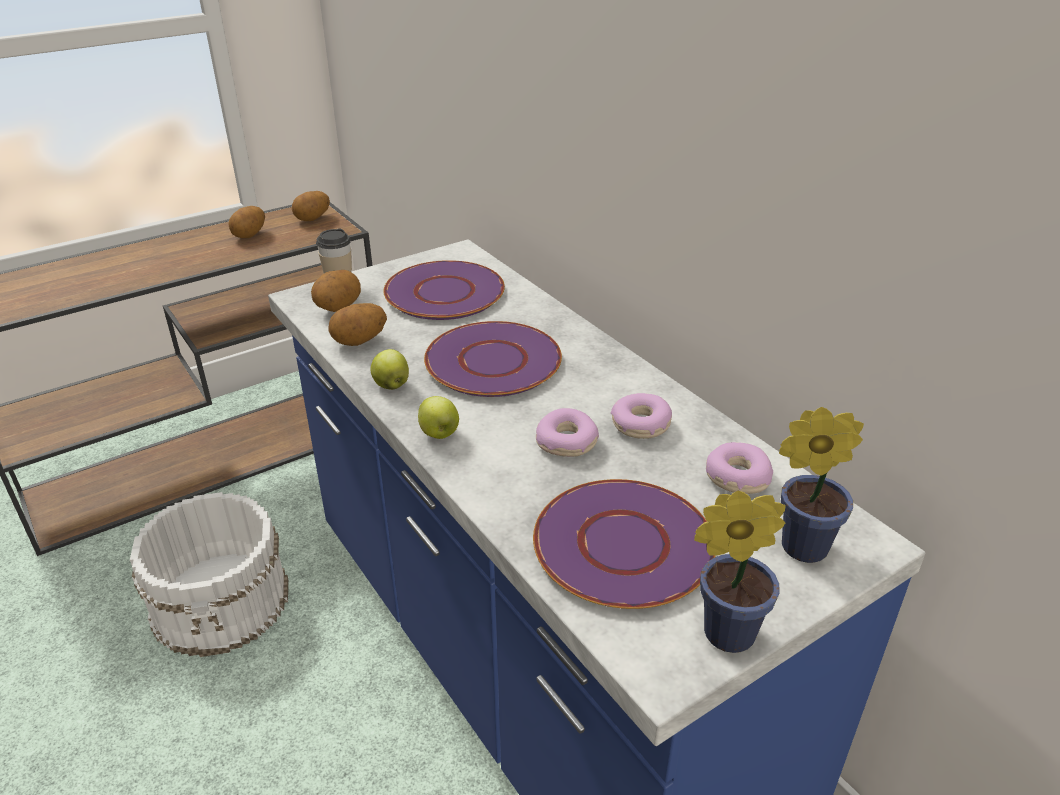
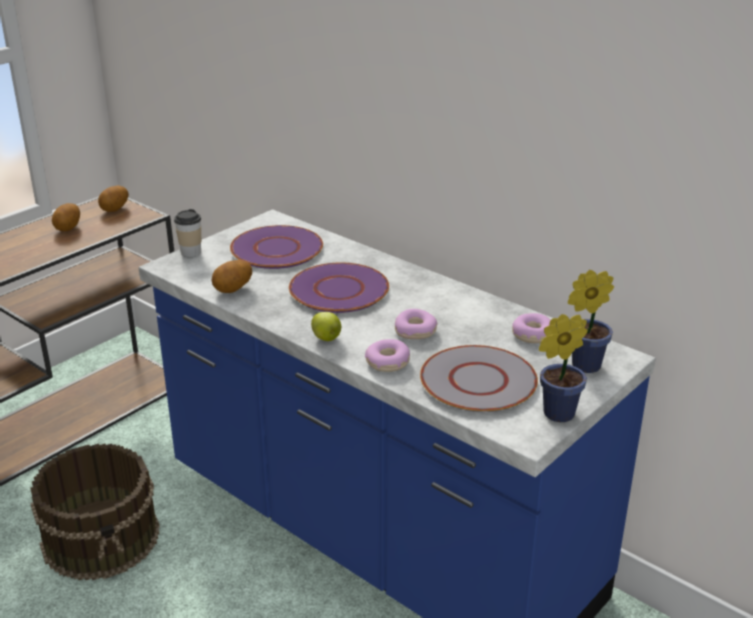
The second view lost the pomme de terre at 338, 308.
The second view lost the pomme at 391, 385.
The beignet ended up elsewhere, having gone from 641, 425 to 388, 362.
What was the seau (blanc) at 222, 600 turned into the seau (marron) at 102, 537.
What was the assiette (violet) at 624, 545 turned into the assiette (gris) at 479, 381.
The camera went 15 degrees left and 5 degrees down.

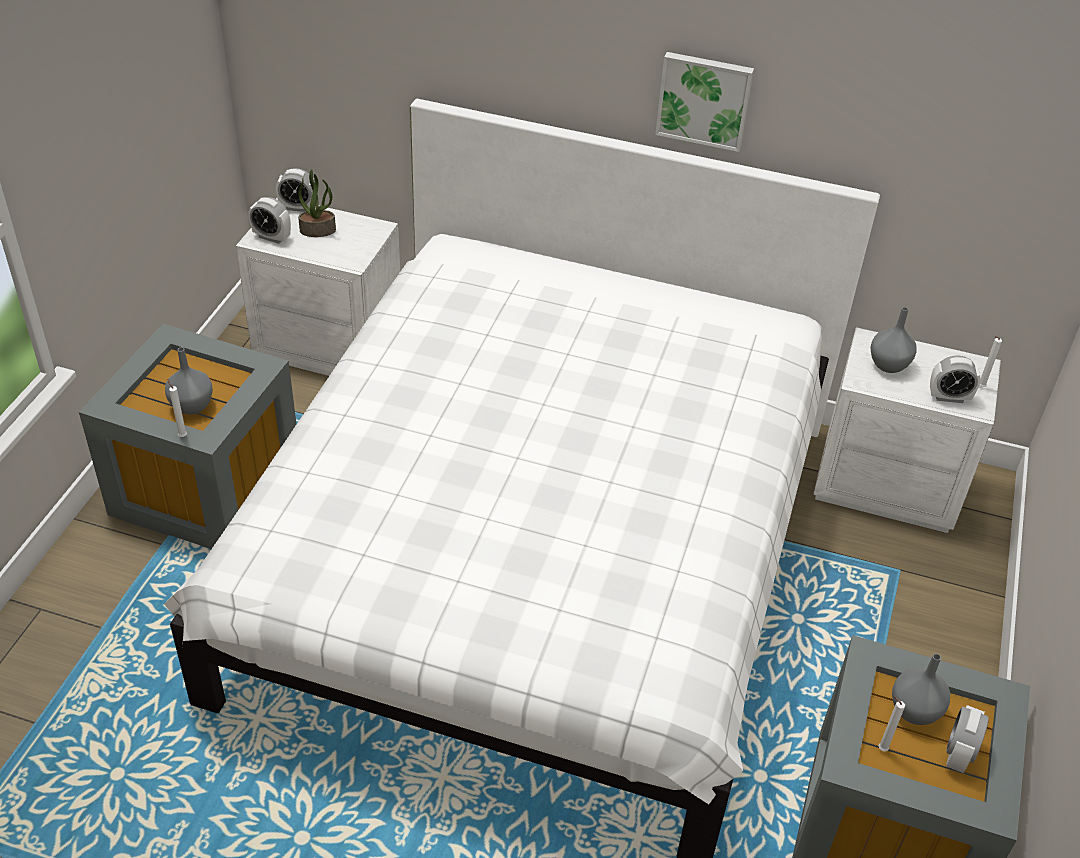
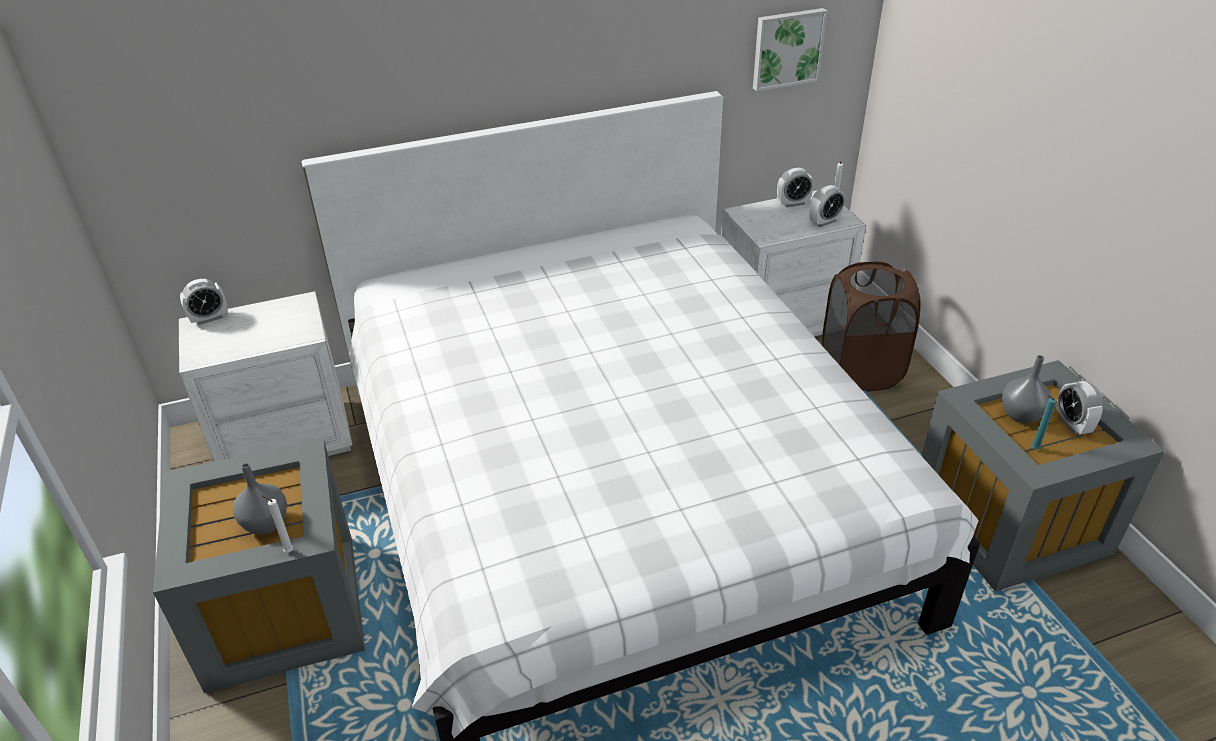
The second view lost the plante en pot at 318, 230.
The second view lost the vase (gris) at 888, 364.
The second view gained the panier à linge (marron) at 860, 371.
The réveil ended up elsewhere, having gone from 272, 237 to 793, 203.
The tableau ended up elsewhere, having gone from 704, 99 to 787, 48.
What was the bougie (blanc) at 881, 748 turned into the bougie (turquoise) at 1033, 449.
The camera went 35 degrees left and 5 degrees down.

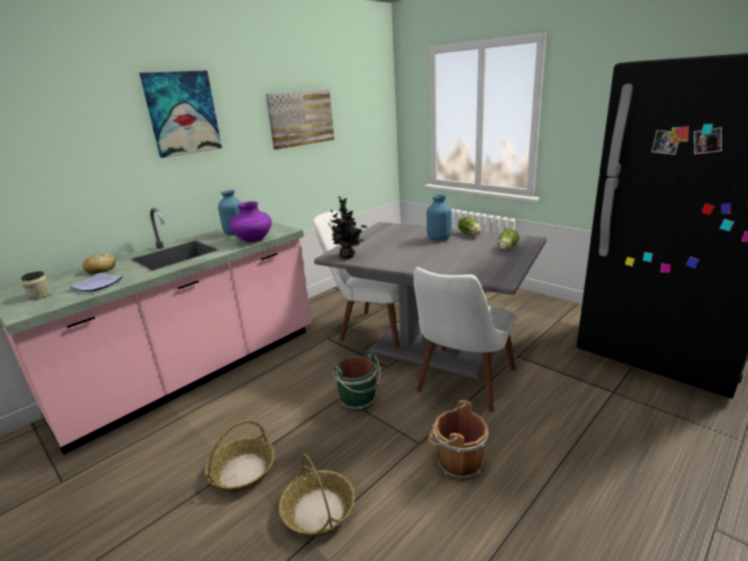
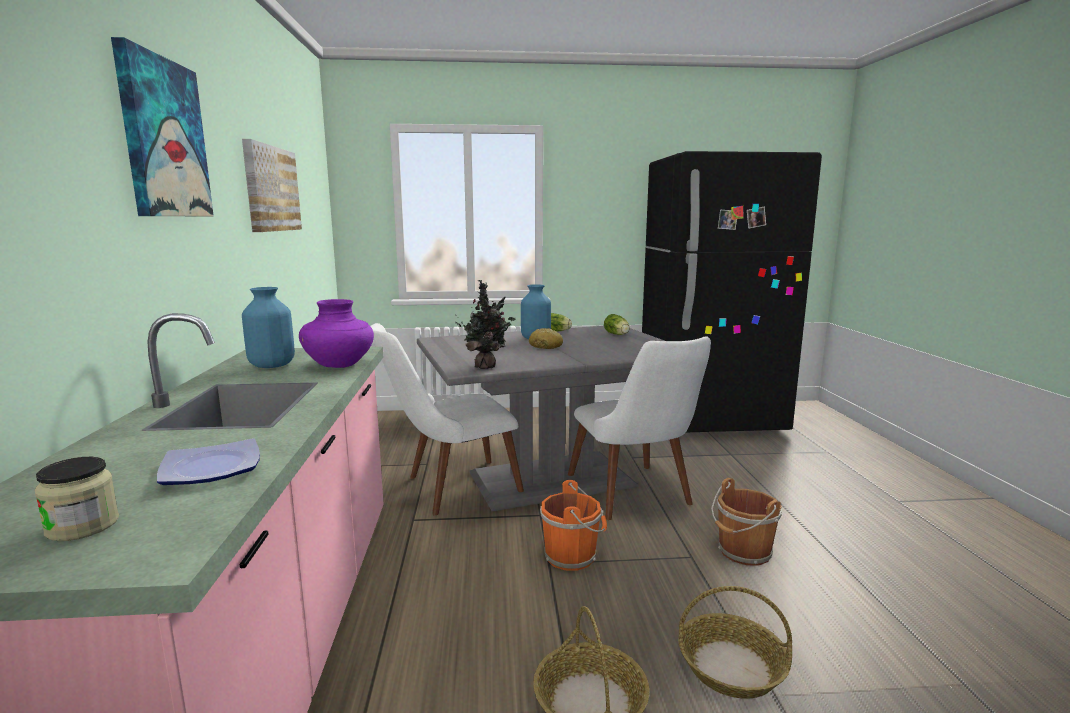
The pain ended up elsewhere, having gone from 101, 269 to 546, 346.
What was the seau (vert) at 359, 400 turned into the seau (orange) at 572, 556.
The camera went 50 degrees left and 10 degrees down.

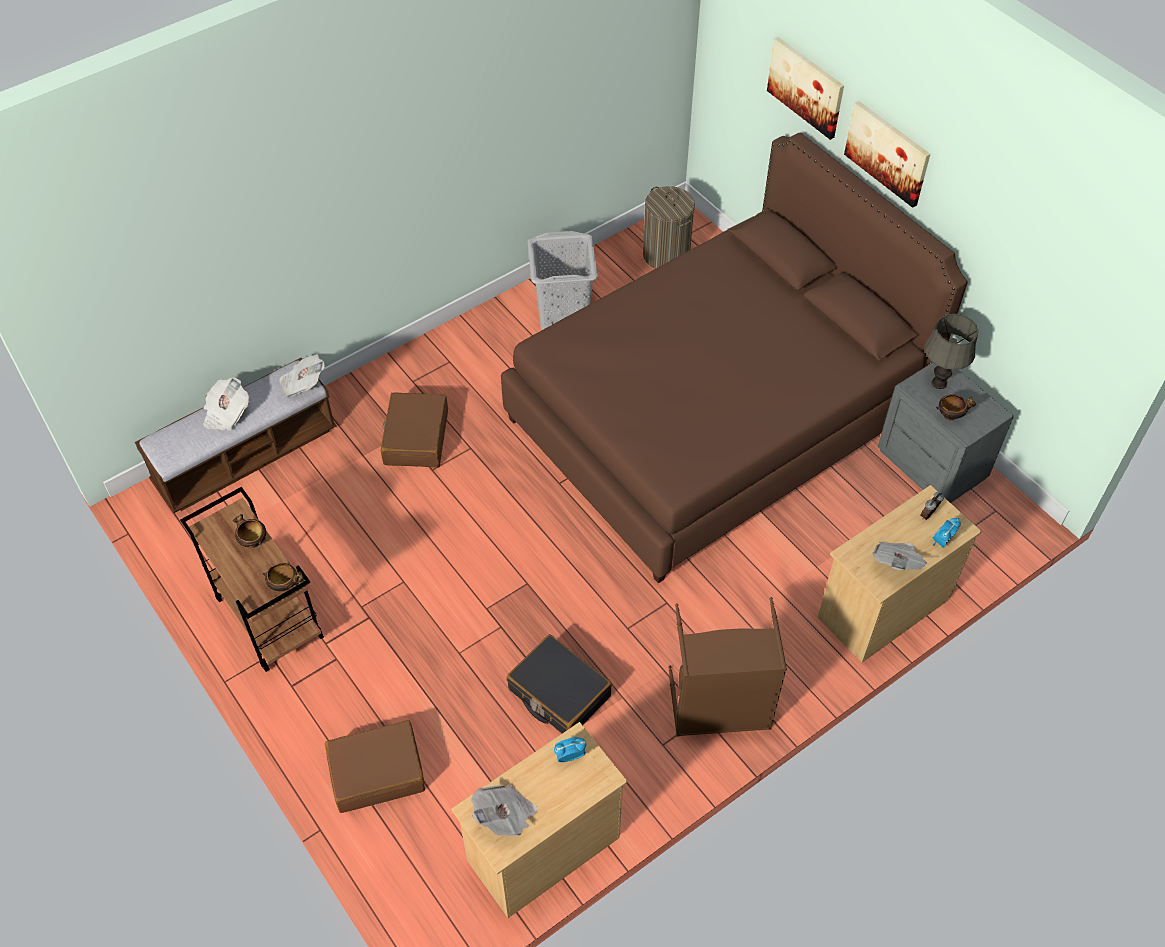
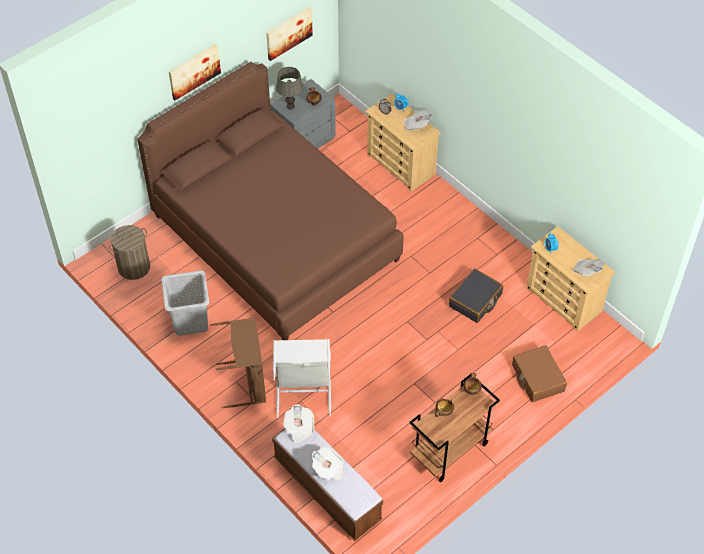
The panier à linge (marron) ended up elsewhere, having gone from 720, 709 to 248, 382.
The tableau ended up elsewhere, having gone from 806, 87 to 288, 33.
Where the valise (marron) stood at 415, 438, the panier à linge (gris) came to stand at 303, 392.
The camera went 95 degrees left and 0 degrees up.

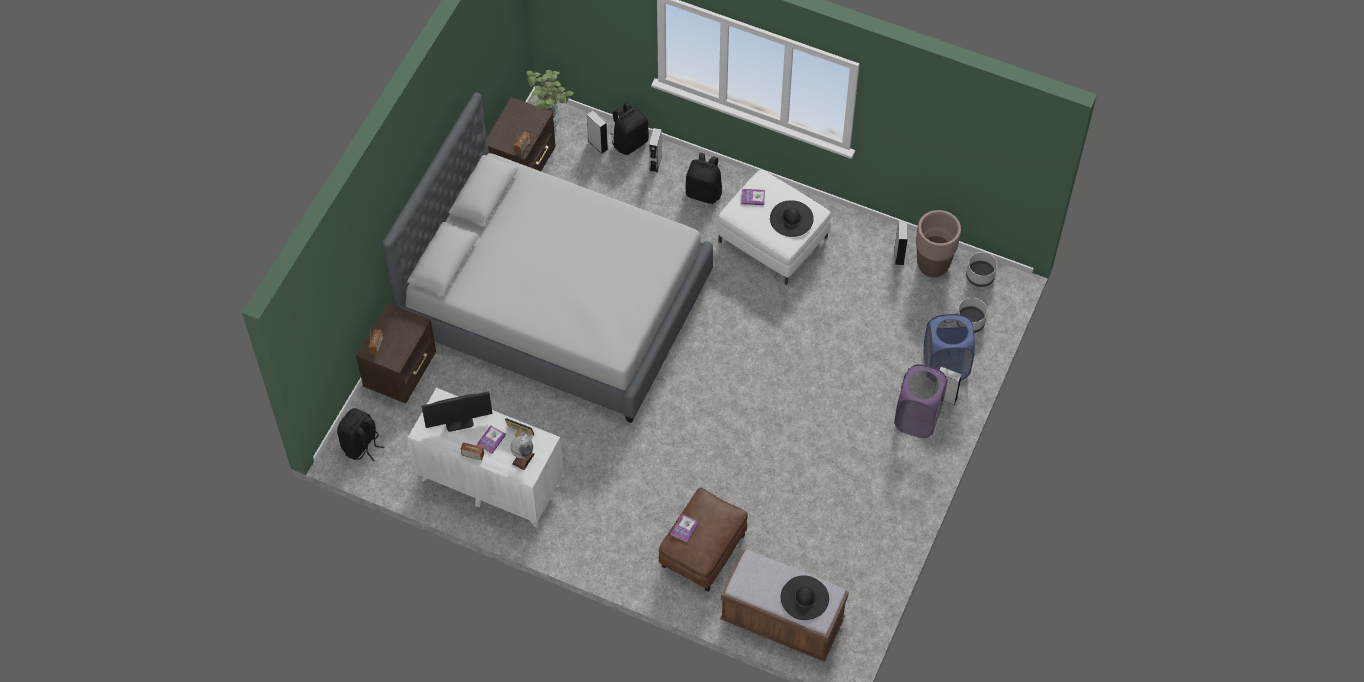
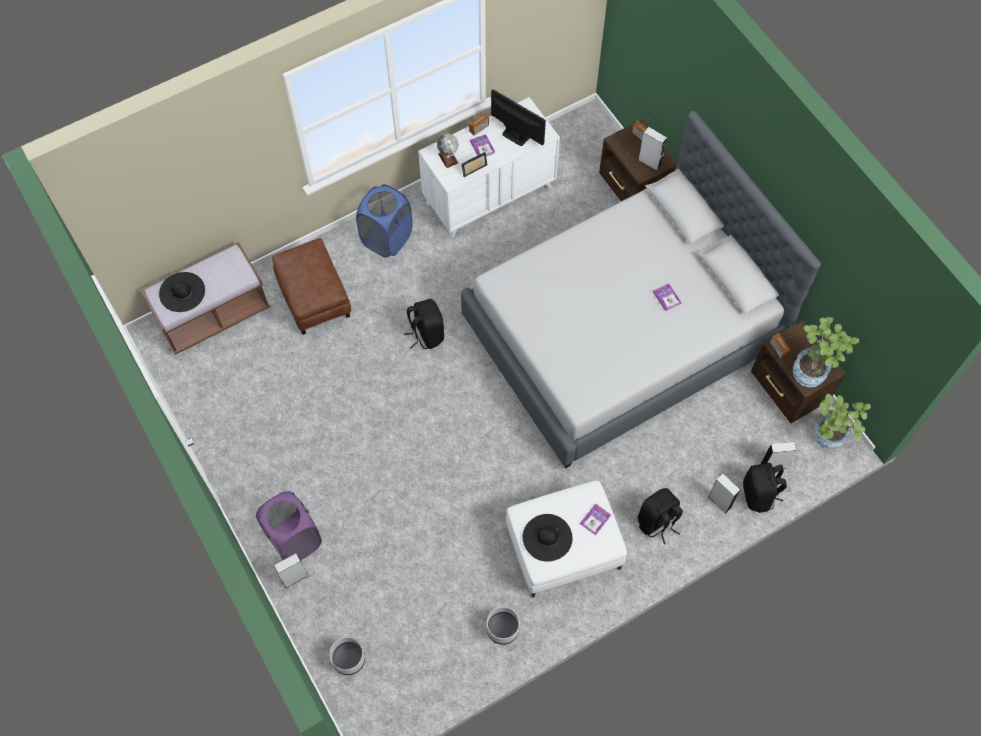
The second view lost the cache-pot (marron) at 933, 265.
The second view gained the plante en pot at 813, 370.
The sac à dos (noir) ended up elsewhere, having gone from 361, 445 to 426, 334.
The livre ended up elsewhere, having gone from 684, 529 to 667, 297.
The enceinte (gris) ended up elsewhere, having gone from 899, 255 to 649, 162.
The panier à linge (bleu) ended up elsewhere, having gone from 945, 365 to 387, 238.
The cache-pot (gris) ended up elsewhere, having gone from 979, 276 to 503, 629.
The écran d'ordinateur at 459, 421 ended up facing another way, 105 degrees clockwise from before.
The camera went 125 degrees right and 5 degrees up.

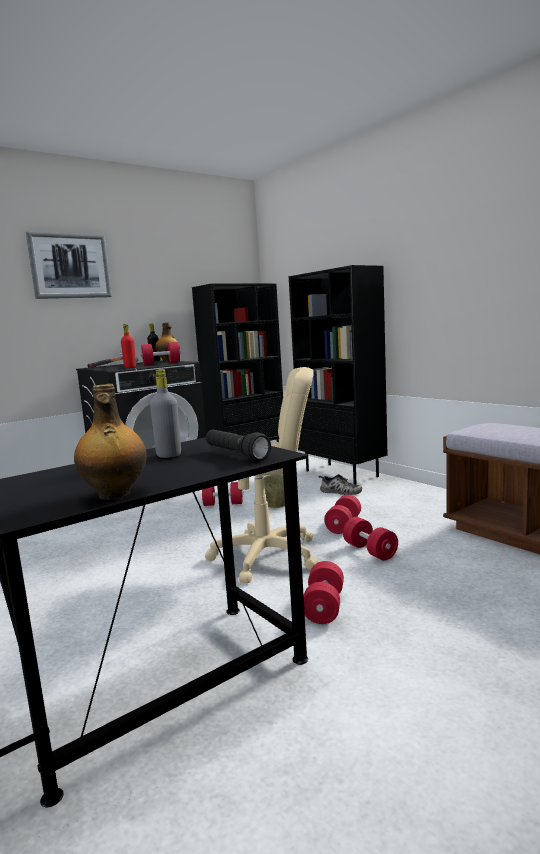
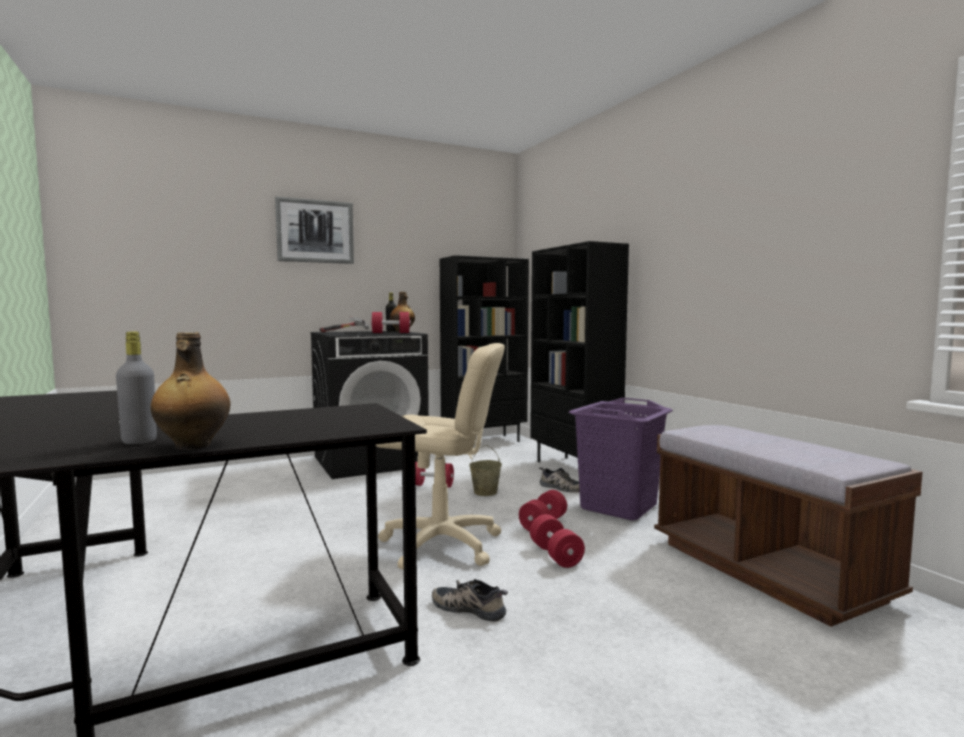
The second view lost the bouteille (rouge) at 130, 367.
The second view lost the lampe de poche (noir) at 236, 455.
The second view gained the panier à linge (violet) at 619, 507.
The bouteille (gris) ended up elsewhere, having gone from 169, 455 to 139, 441.
Where the haltère (rouge) stood at 324, 607, the chaussure came to stand at 470, 608.
The camera went 10 degrees right and 5 degrees down.

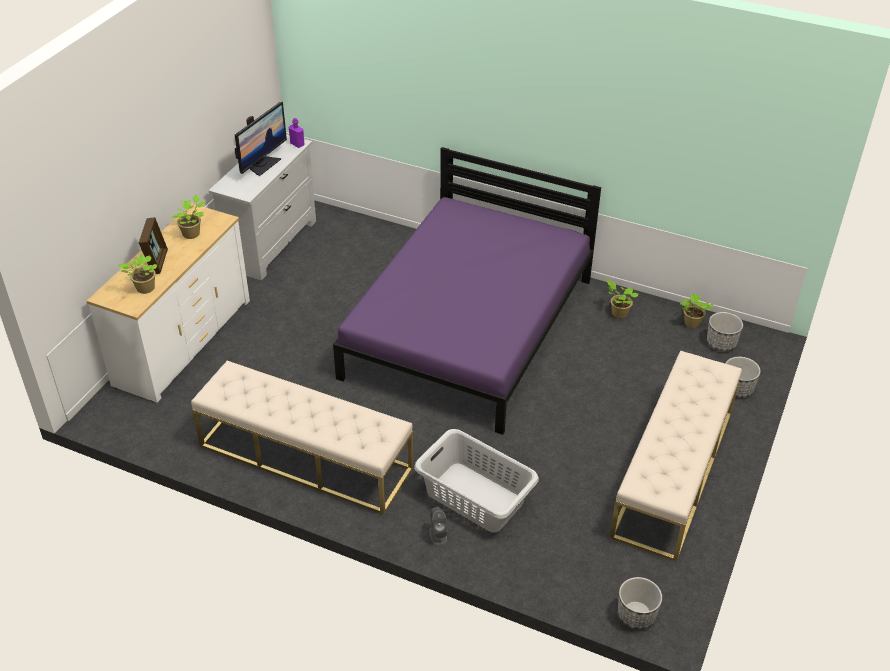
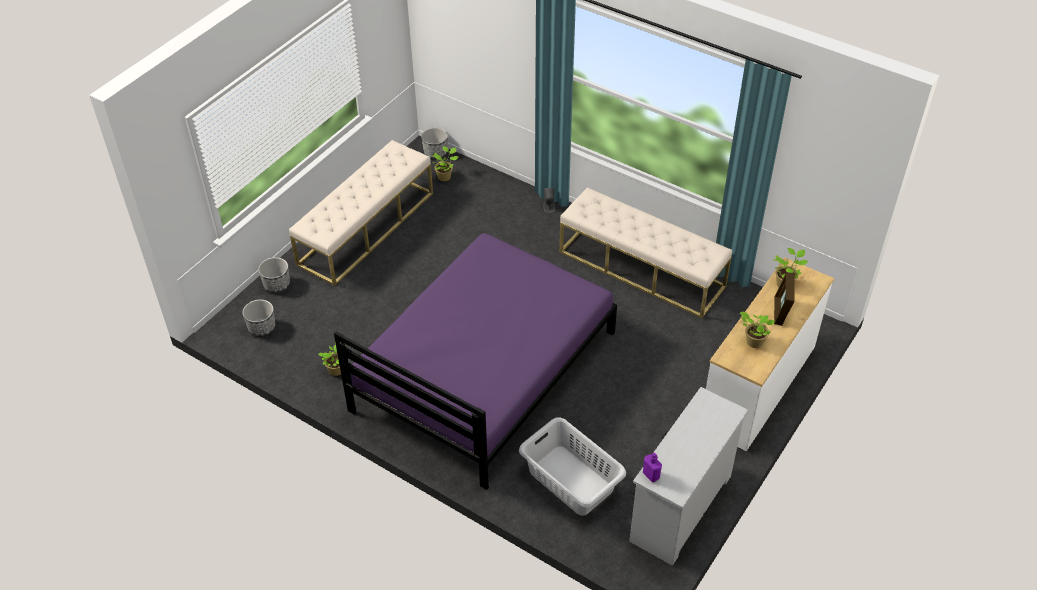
The second view lost the écran d'ordinateur at 263, 165.
The panier à linge (gris) ended up elsewhere, having gone from 475, 498 to 571, 479.
The plante en pot ended up elsewhere, having gone from 691, 323 to 445, 176.
The camera went 170 degrees left and 5 degrees up.

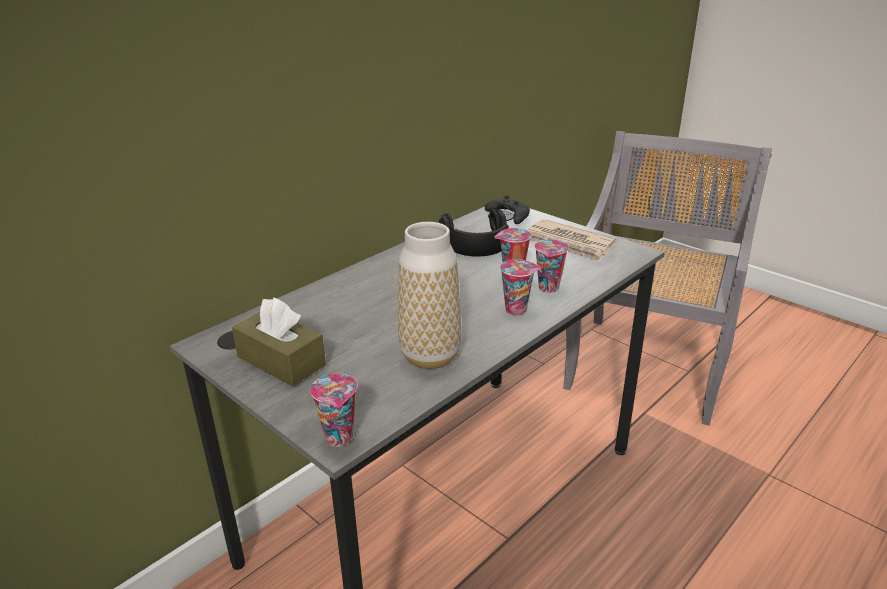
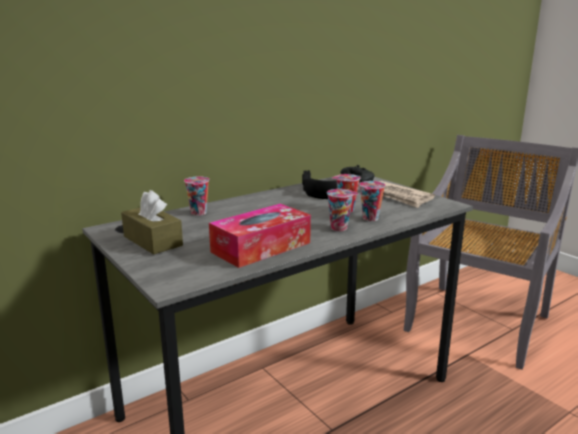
The tasse ended up elsewhere, having gone from 340, 438 to 199, 213.
Where the vase stood at 430, 356, the boîte à mouchoirs came to stand at 261, 247.
The camera went 10 degrees right and 10 degrees down.

